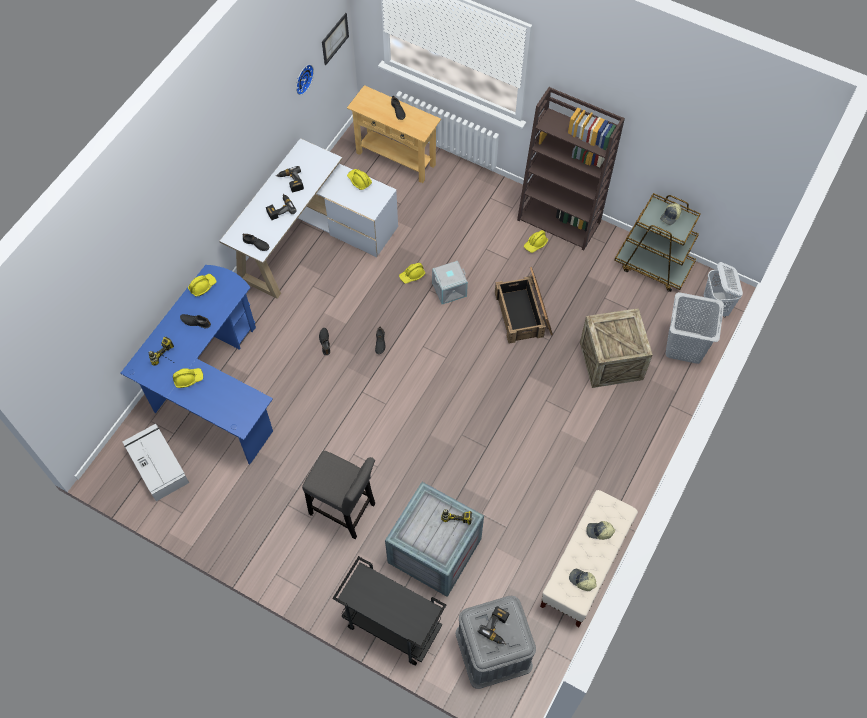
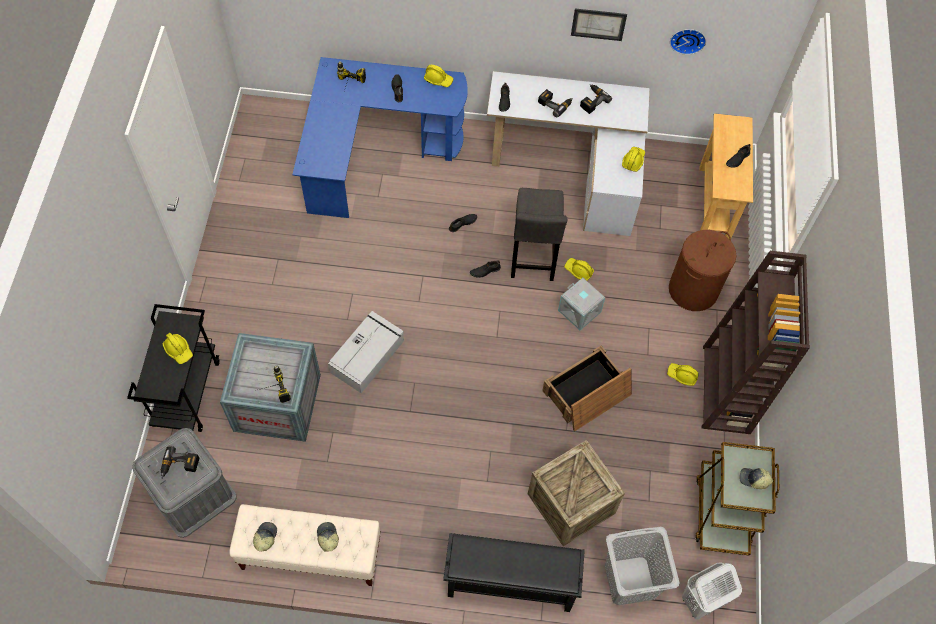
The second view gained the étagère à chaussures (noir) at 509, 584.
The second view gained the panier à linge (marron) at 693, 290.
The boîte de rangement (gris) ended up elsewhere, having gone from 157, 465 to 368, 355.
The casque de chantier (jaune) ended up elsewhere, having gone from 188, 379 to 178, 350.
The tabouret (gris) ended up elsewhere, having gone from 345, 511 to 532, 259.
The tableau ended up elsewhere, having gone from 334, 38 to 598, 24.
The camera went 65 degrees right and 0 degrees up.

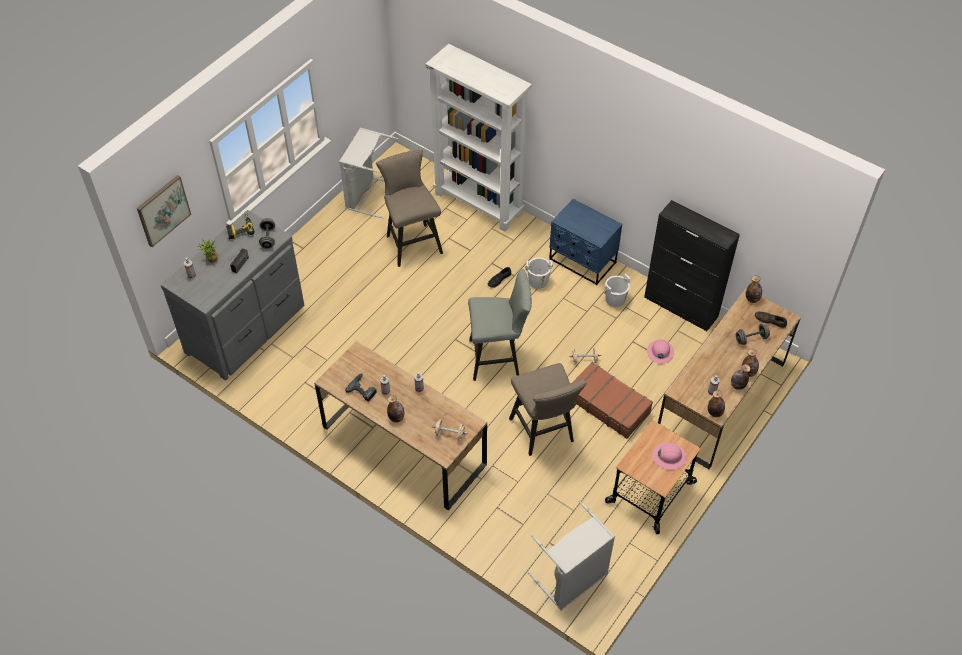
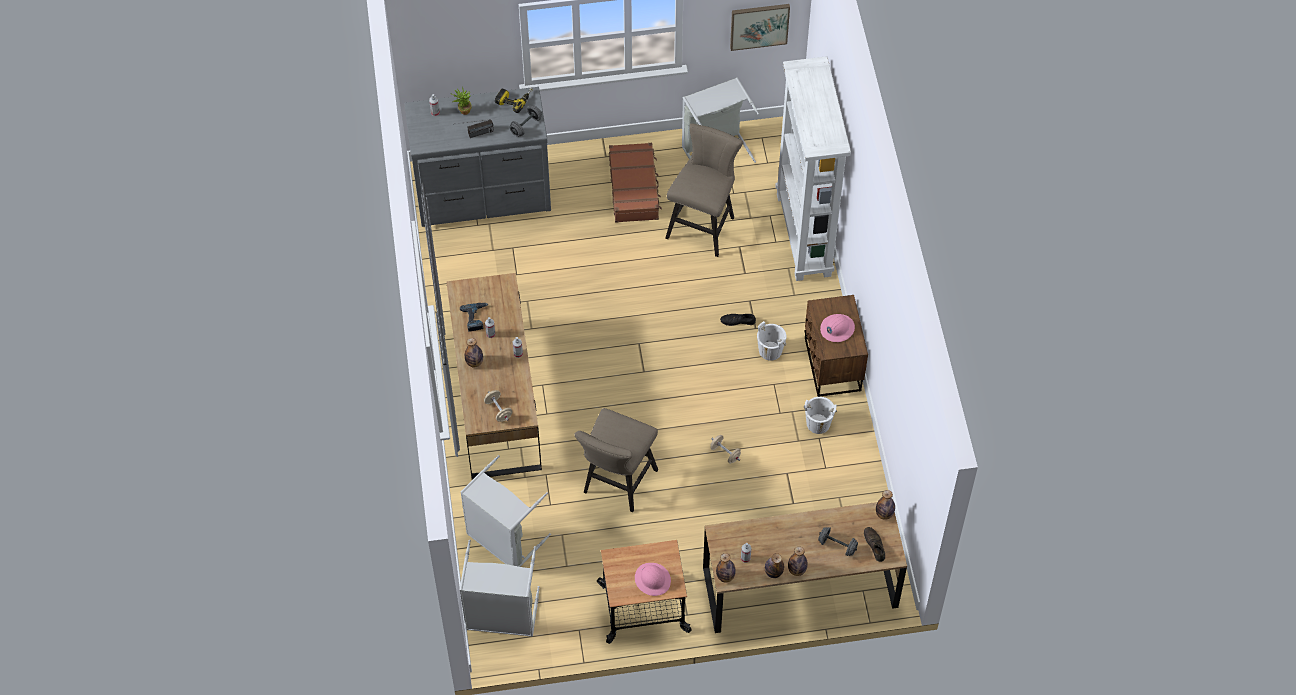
The second view lost the tabouret (gris) at 498, 358.
The second view lost the meuble de rangement (noir) at 681, 307.
The second view gained the panier à linge (gris) at 503, 540.
The tableau ended up elsewhere, having gone from 163, 210 to 759, 25.
The valise (marron) ended up elsewhere, having gone from 608, 404 to 634, 188.
The casque de chantier (rose) ended up elsewhere, having gone from 660, 352 to 837, 328.
What was the table de chevet (bleu) at 582, 261 turned into the table de chevet (marron) at 831, 365.
The camera went 45 degrees right and 5 degrees up.

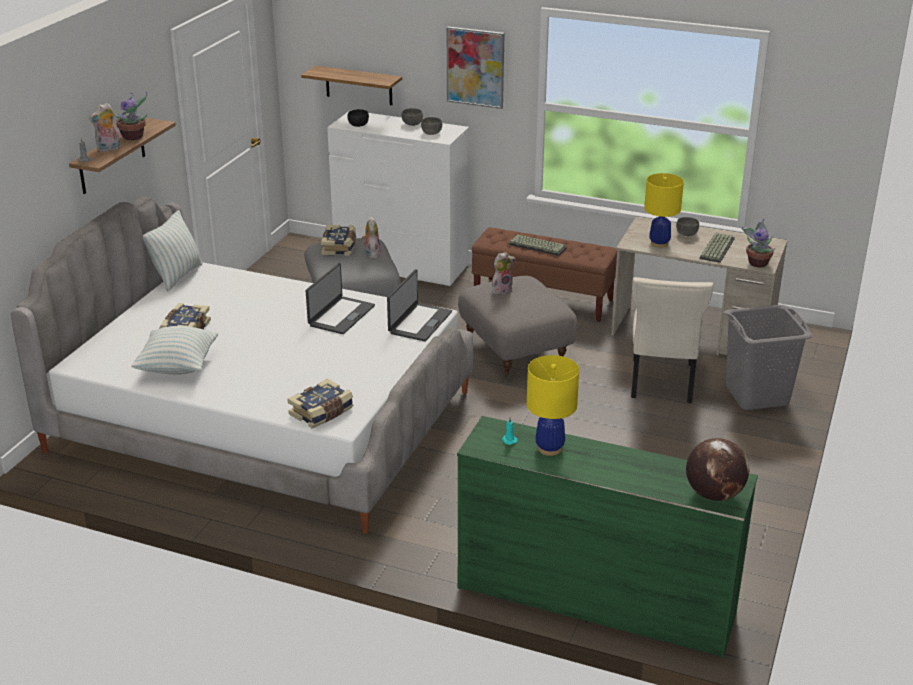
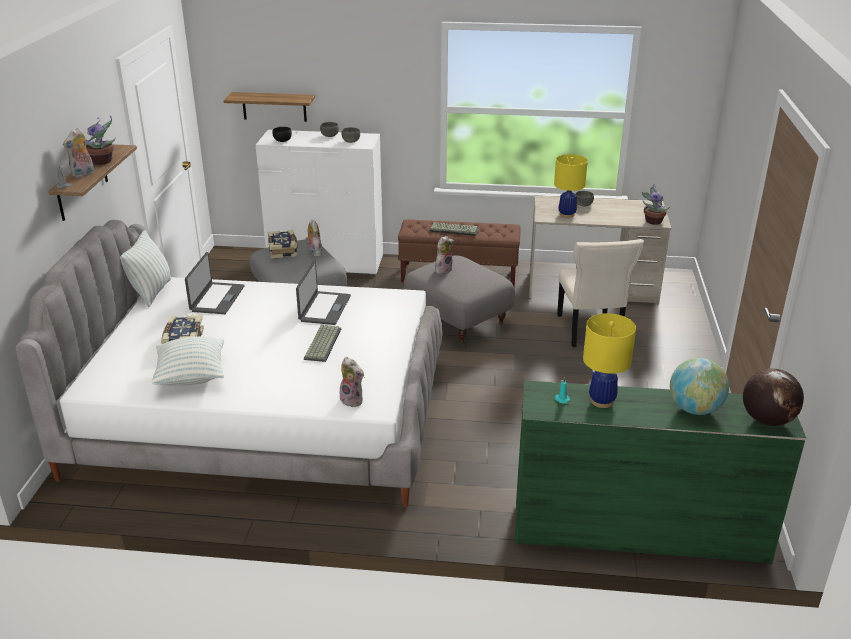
The second view lost the tableau at 475, 67.
The second view lost the panier à linge (gris) at 757, 395.
The second view gained the globe at 694, 409.
The ordinateur portable ended up elsewhere, having gone from 419, 322 to 216, 298.
The clavier ended up elsewhere, having gone from 716, 248 to 322, 343.
Where the livre stood at 322, 413, the peluche came to stand at 353, 400.
The camera went 15 degrees left and 0 degrees up.

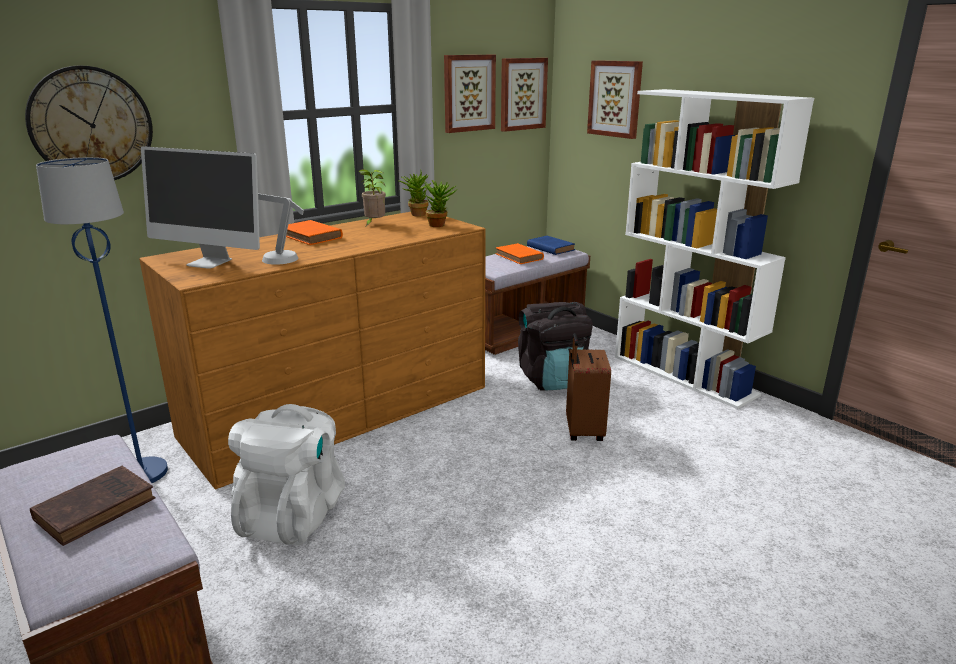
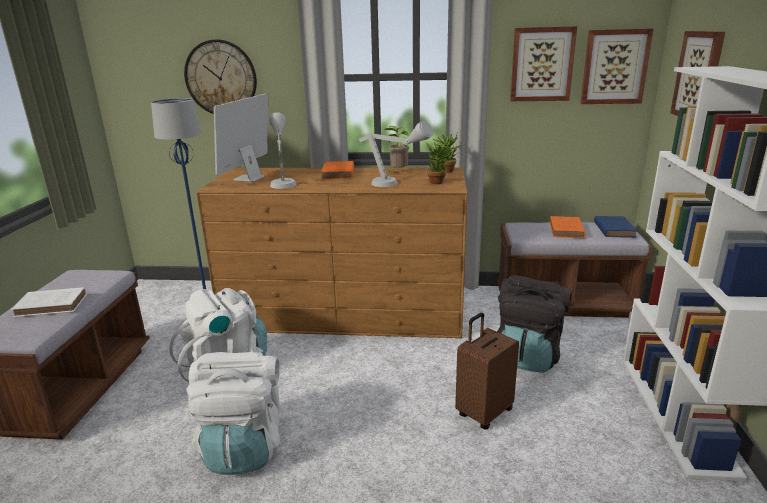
The second view gained the sac à dos (blanc) at 244, 446.
The second view gained the lampe de table (gris) at 395, 185.
What was the livre (marron) at 98, 507 turned into the livre (blanc) at 53, 305.
The écran d'ordinateur at 209, 262 ended up facing another way, 45 degrees clockwise from before.
The camera went 45 degrees right and 0 degrees up.

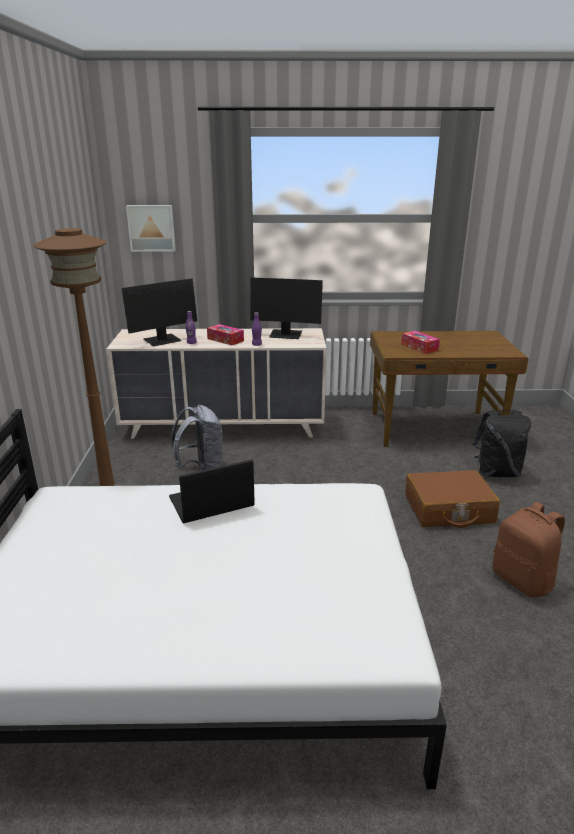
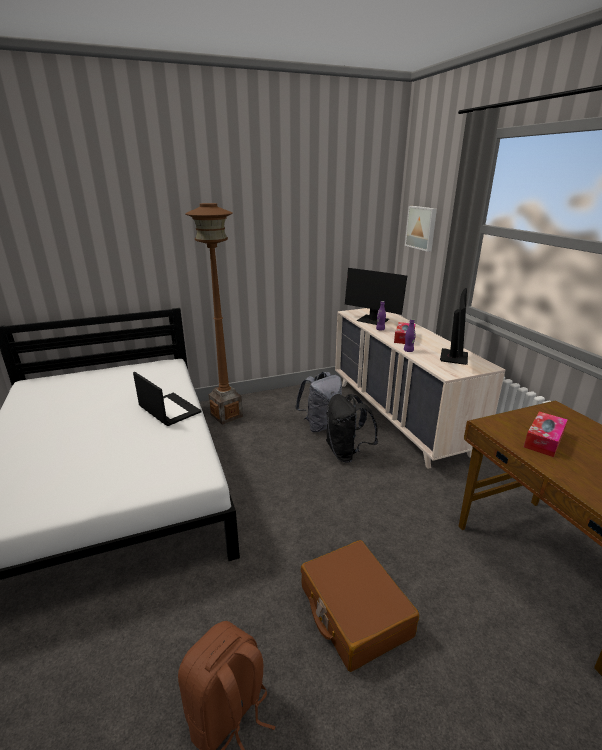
The sac à dos (noir) ended up elsewhere, having gone from 496, 472 to 347, 453.
The écran d'ordinateur at 286, 335 ended up facing another way, 150 degrees counterclockwise from before.
The camera went 70 degrees right and 0 degrees up.

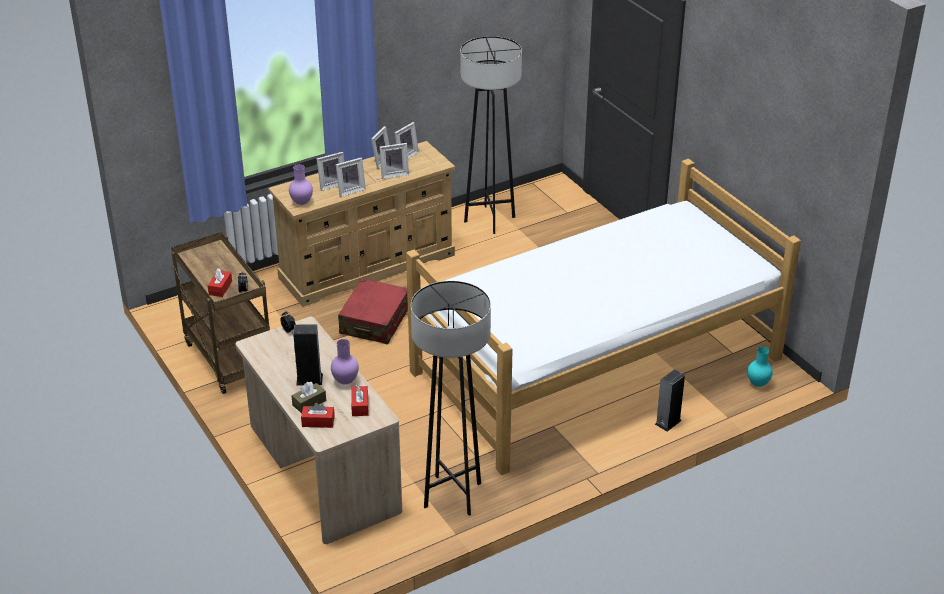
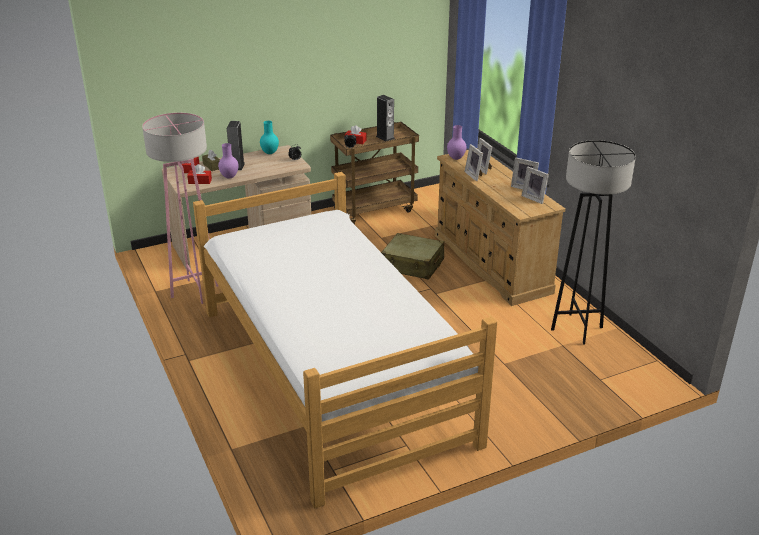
The second view lost the cadre photo at 394, 174.
The enceinte ended up elsewhere, having gone from 668, 422 to 385, 137.
The vase (turquoise) ended up elsewhere, having gone from 758, 384 to 269, 153.
What was the valise (rouge) at 375, 321 turned into the valise (beige) at 413, 265.
What was the lampadaire (gris) at 452, 495 turned into the lampadaire (rose) at 195, 291.
The camera went 95 degrees right and 5 degrees down.

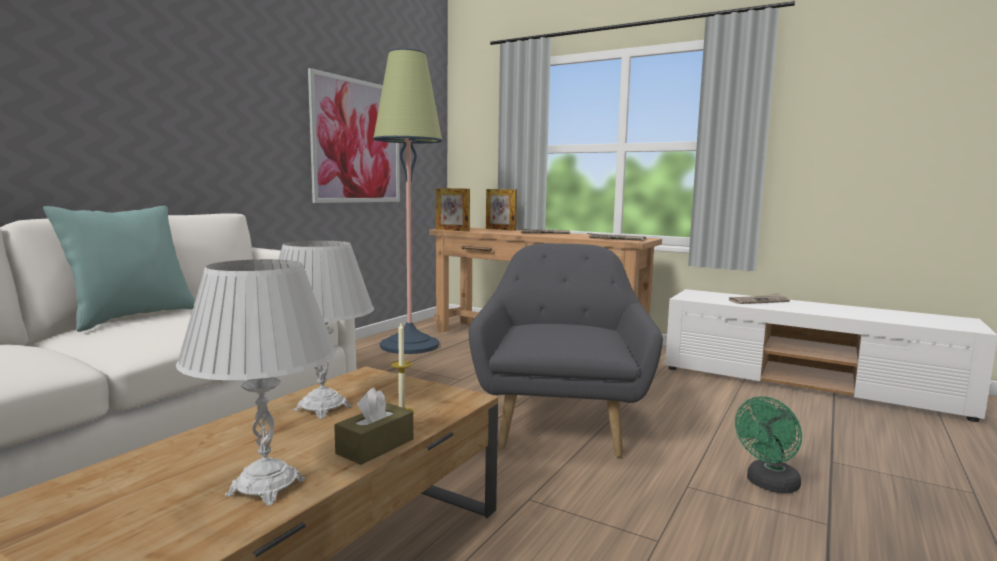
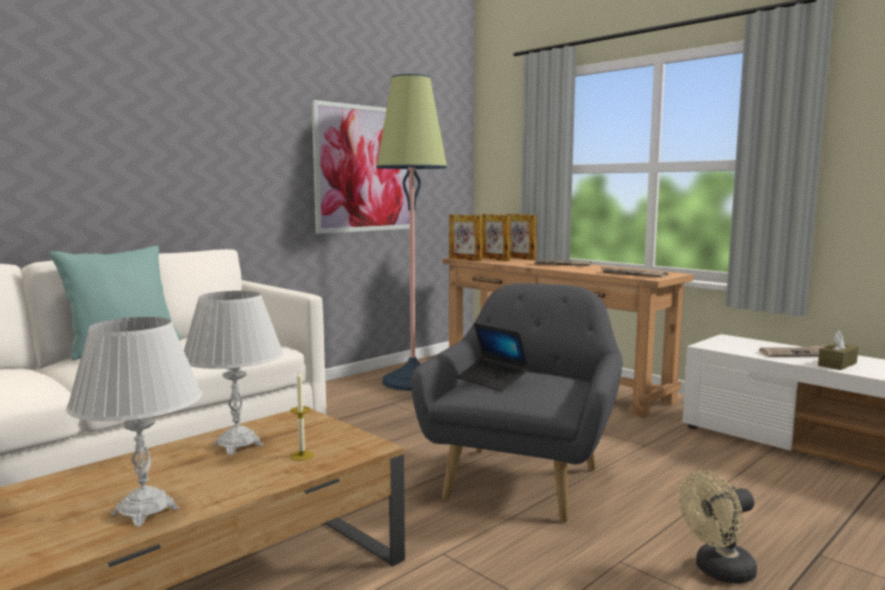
The second view gained the ordinateur portable at 492, 380.
The second view gained the cadre photo at 495, 259.
The boîte à mouchoirs (marron) ended up elsewhere, having gone from 375, 446 to 837, 364.
What was the ventilateur (vert) at 769, 485 turned into the ventilateur (beige) at 718, 571.
The camera went 15 degrees right and 0 degrees up.

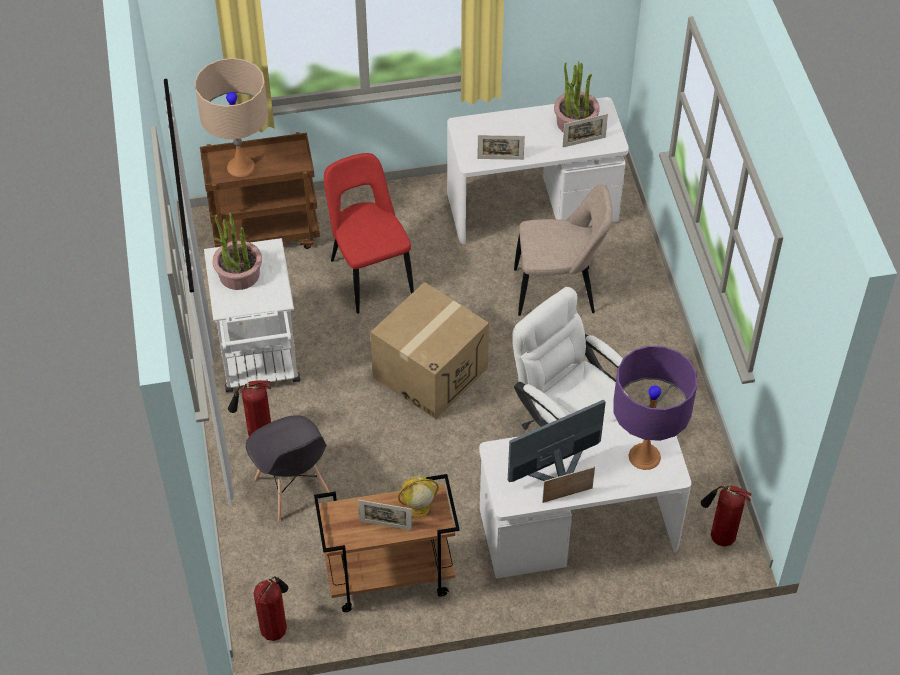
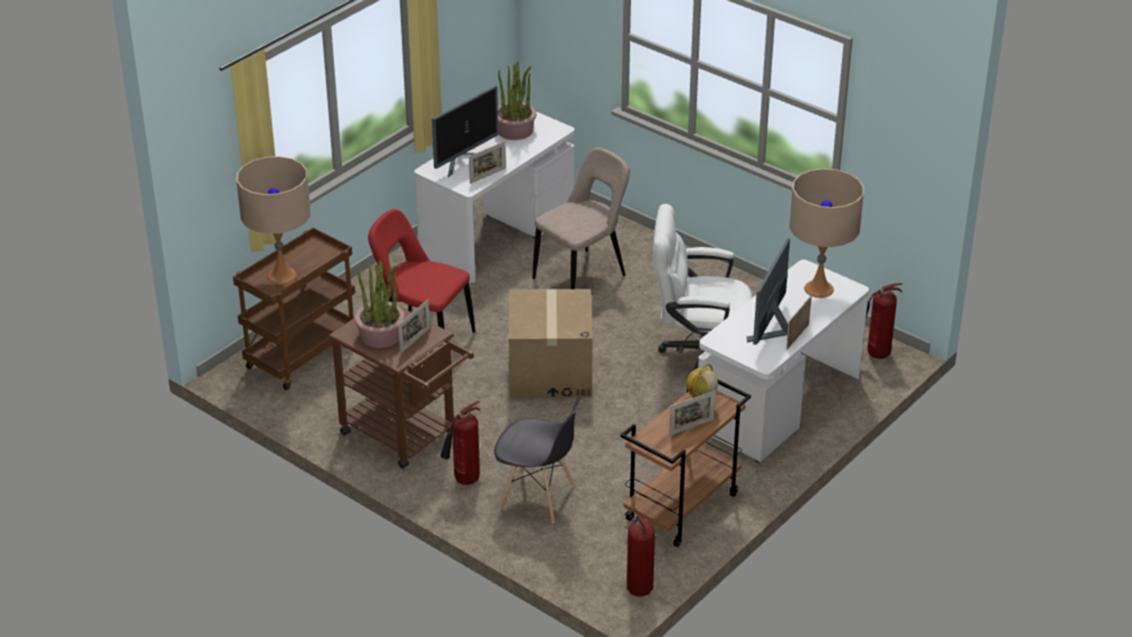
The second view gained the écran d'ordinateur at 464, 160.
The cadre photo ended up elsewhere, having gone from 584, 142 to 415, 341.
What was the chariot (blanc) at 260, 362 turned into the chariot (marron) at 406, 436.
What was the lampe de table (violet) at 644, 456 turned into the lampe de table (beige) at 818, 289.
The camera went 40 degrees left and 15 degrees down.

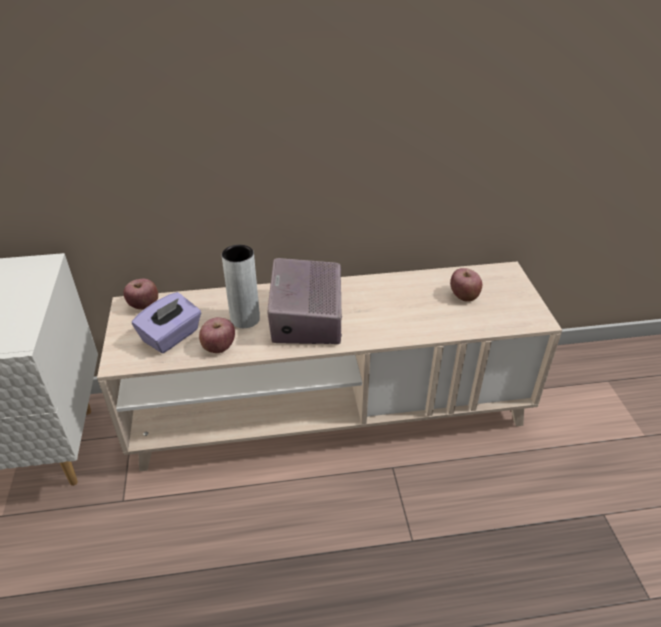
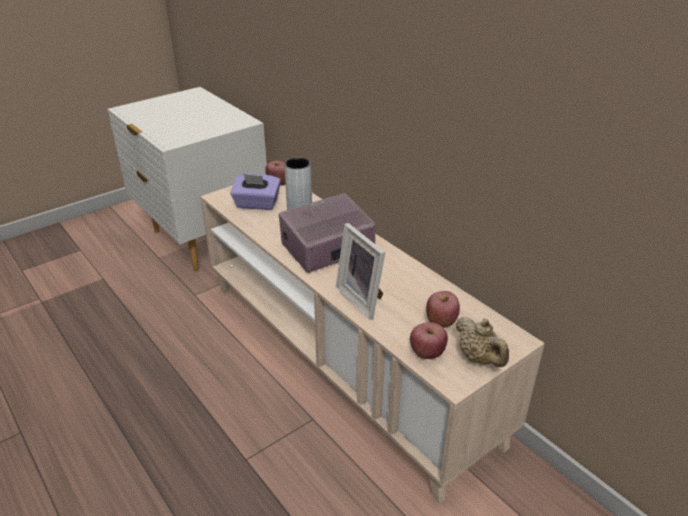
The second view gained the cadre photo at 363, 299.
The second view gained the théière (beige) at 479, 358.
The pomme ended up elsewhere, having gone from 218, 347 to 427, 353.
The camera went 60 degrees right and 5 degrees down.

